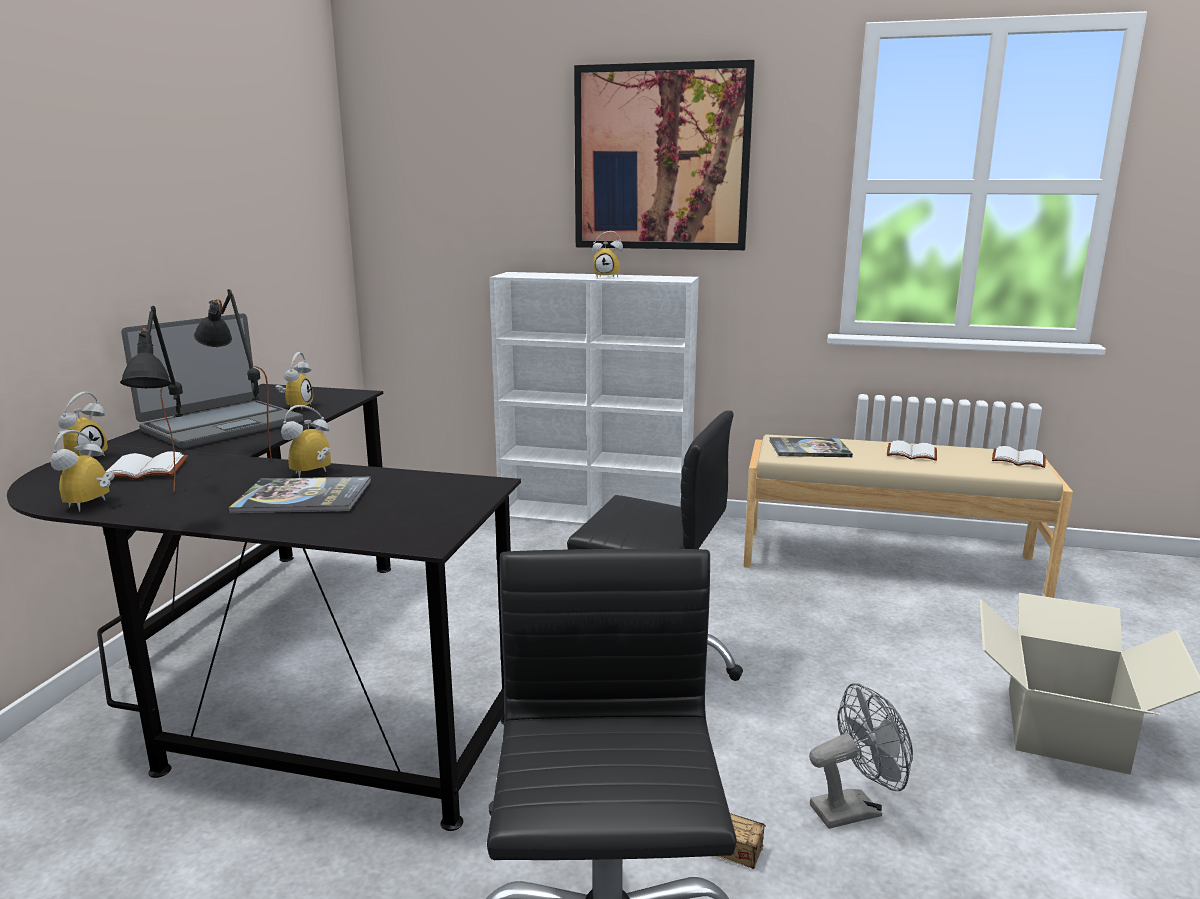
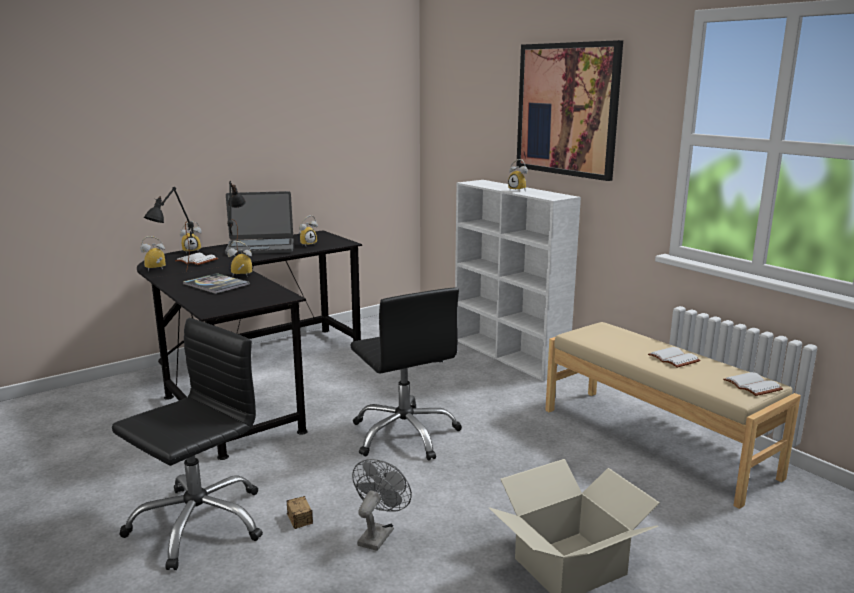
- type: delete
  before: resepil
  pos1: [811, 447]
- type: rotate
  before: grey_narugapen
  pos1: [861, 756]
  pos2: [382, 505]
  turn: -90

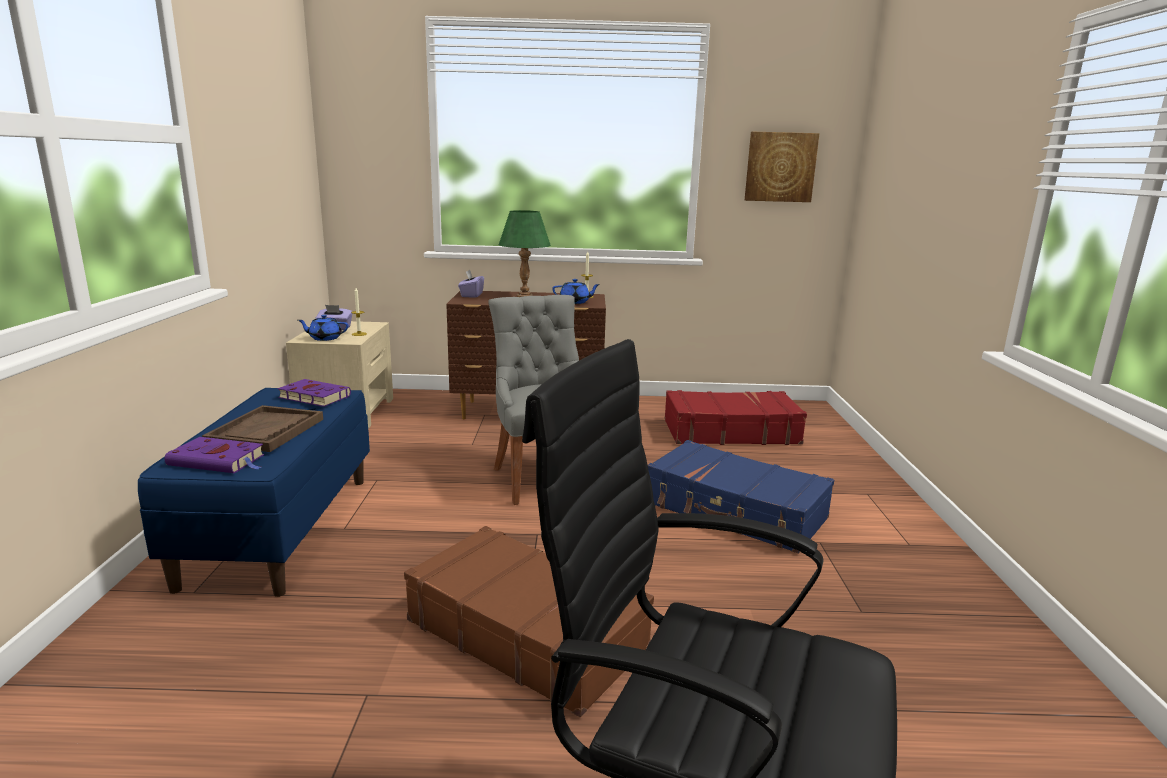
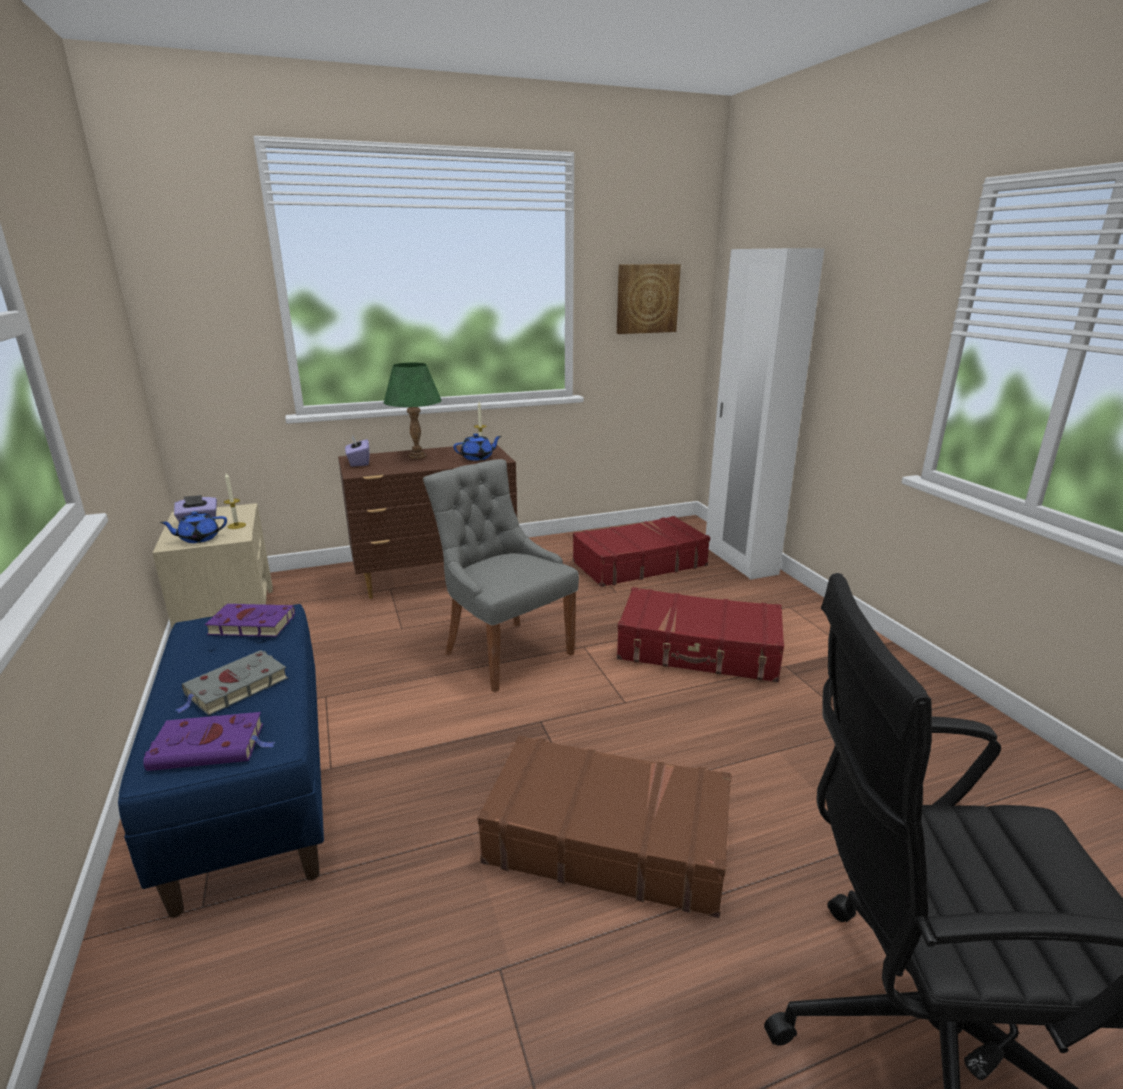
- type: insert
  after: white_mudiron
  pos2: [765, 414]
- type: replace
  before: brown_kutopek
  after: grey_resepil
  pos1: [262, 428]
  pos2: [232, 683]
- type: recolor
  before: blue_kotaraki
  after: red_kotaraki
  pos1: [741, 497]
  pos2: [700, 635]

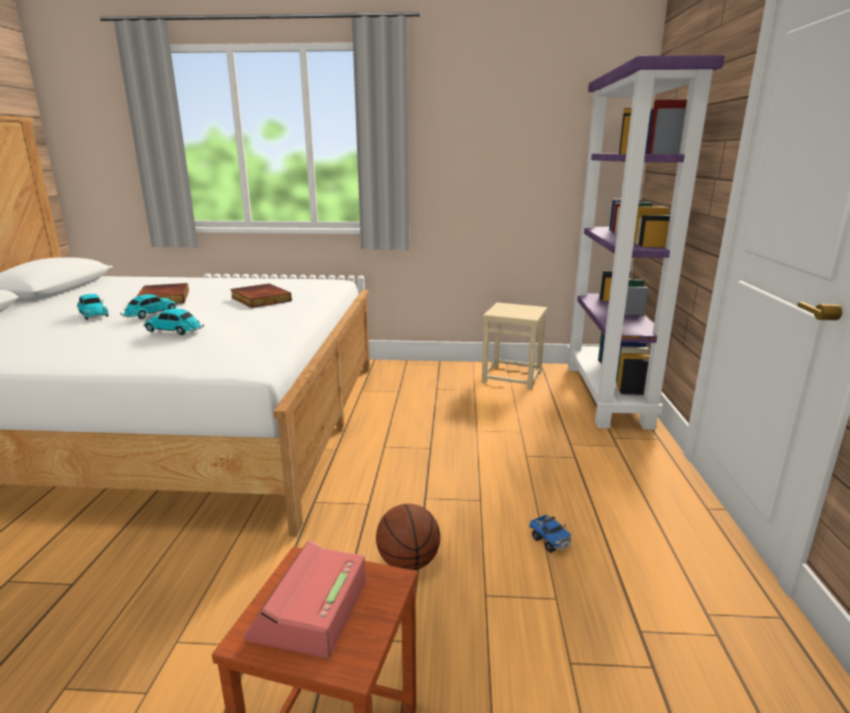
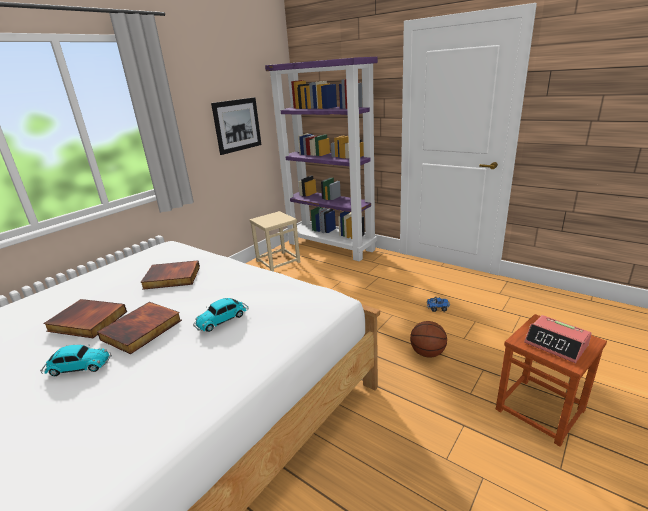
- type: insert
  after: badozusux
  pos2: [236, 126]
- type: replace
  before: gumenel
  after: resepil
  pos1: [149, 306]
  pos2: [139, 328]

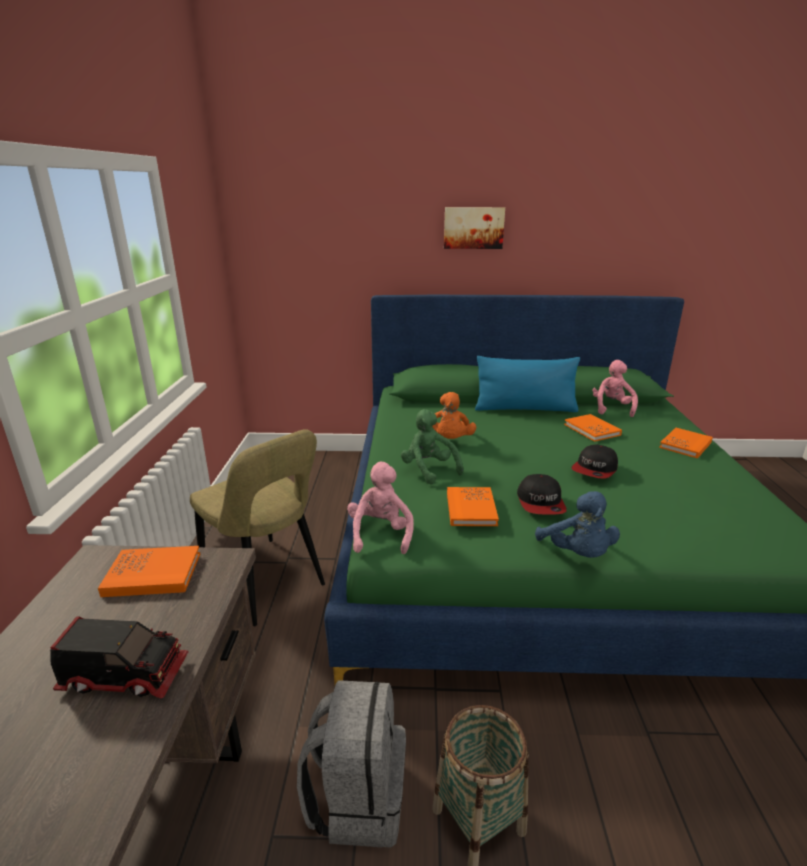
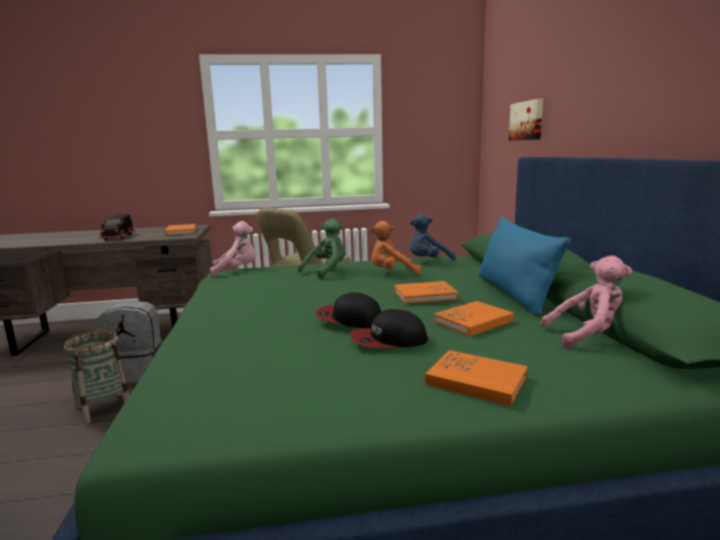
- type: move
  before: badozusux
  pos1: [474, 228]
  pos2: [526, 120]
- type: move
  before: orange_resepil
  pos1: [473, 506]
  pos2: [426, 292]
- type: move
  before: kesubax
  pos1: [542, 494]
  pos2: [389, 328]
- type: move
  before: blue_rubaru
  pos1: [577, 524]
  pos2: [433, 237]

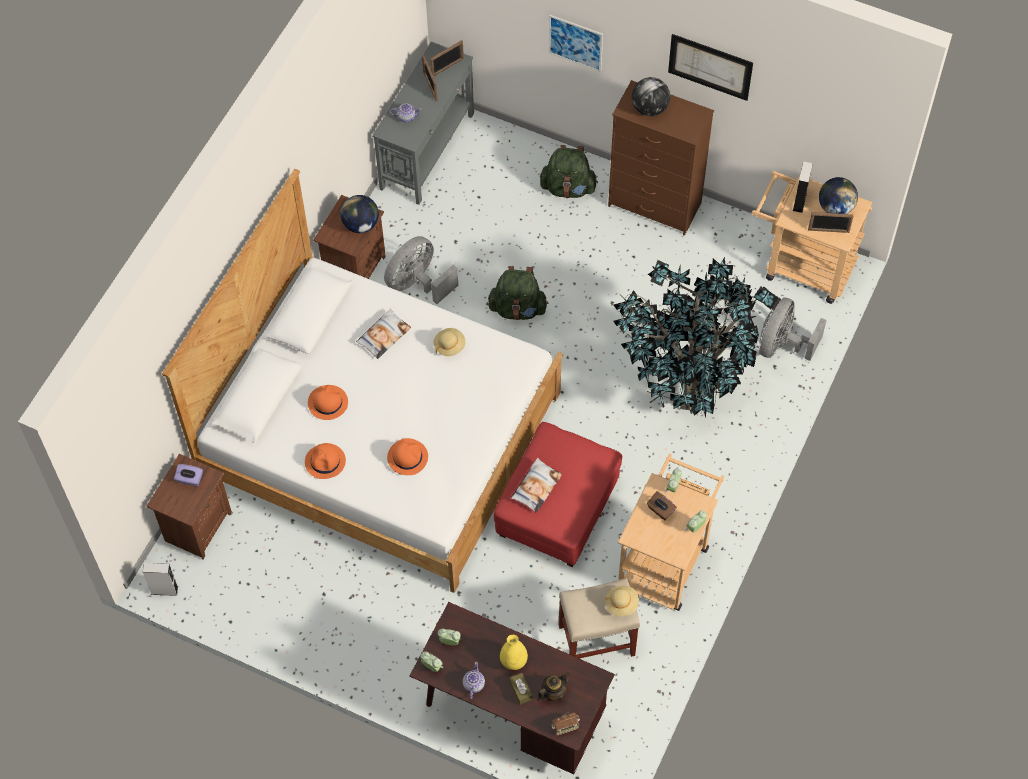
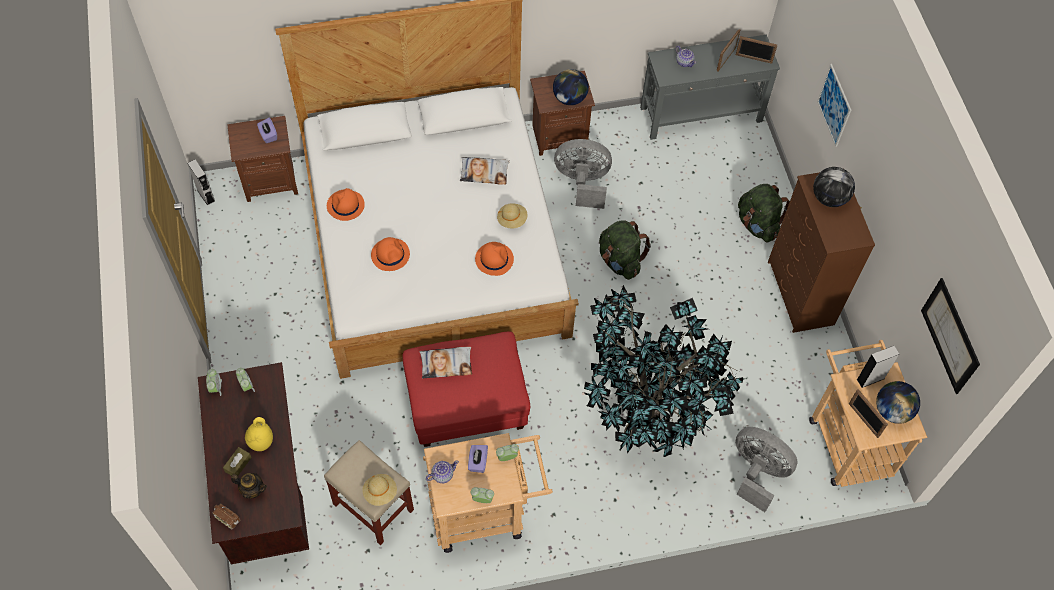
- type: move
  before: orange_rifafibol
  pos1: [328, 402]
  pos2: [494, 259]
- type: move
  before: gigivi
  pos1: [474, 680]
  pos2: [442, 471]
- type: move
  before: badozusux
  pos1: [710, 67]
  pos2: [950, 336]
- type: recolor
  before: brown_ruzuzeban
  after: purple_ruzuzeban
  pos1: [662, 505]
  pos2: [478, 459]
- type: rotate
  before: grey_narugapen
  pos1: [792, 329]
  pos2: [766, 469]
  turn: 45

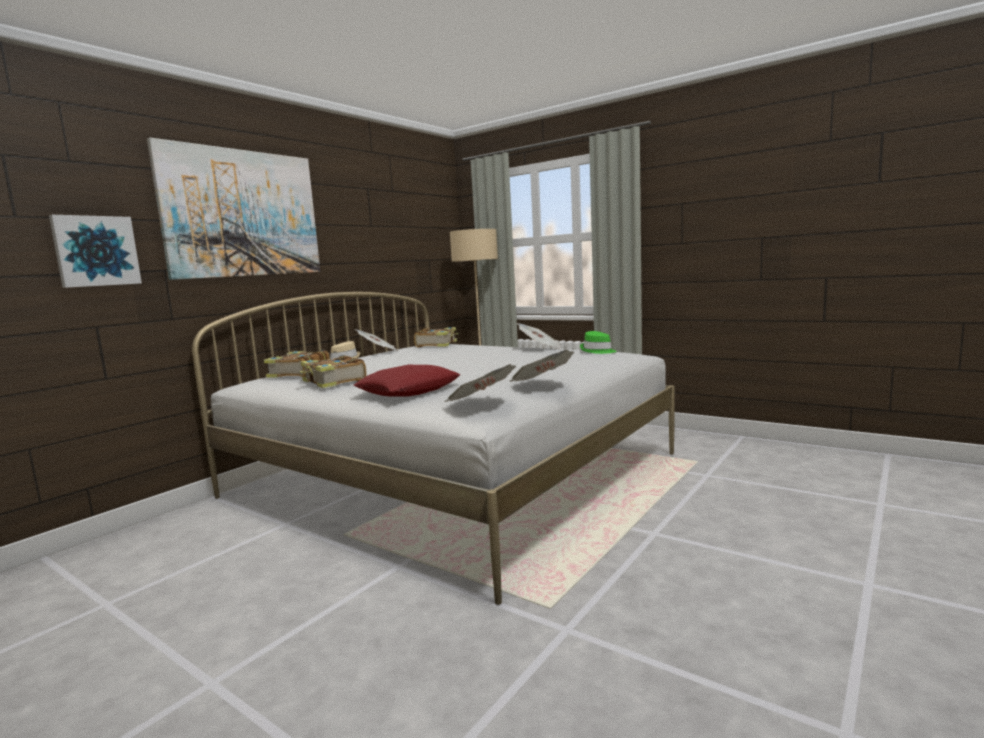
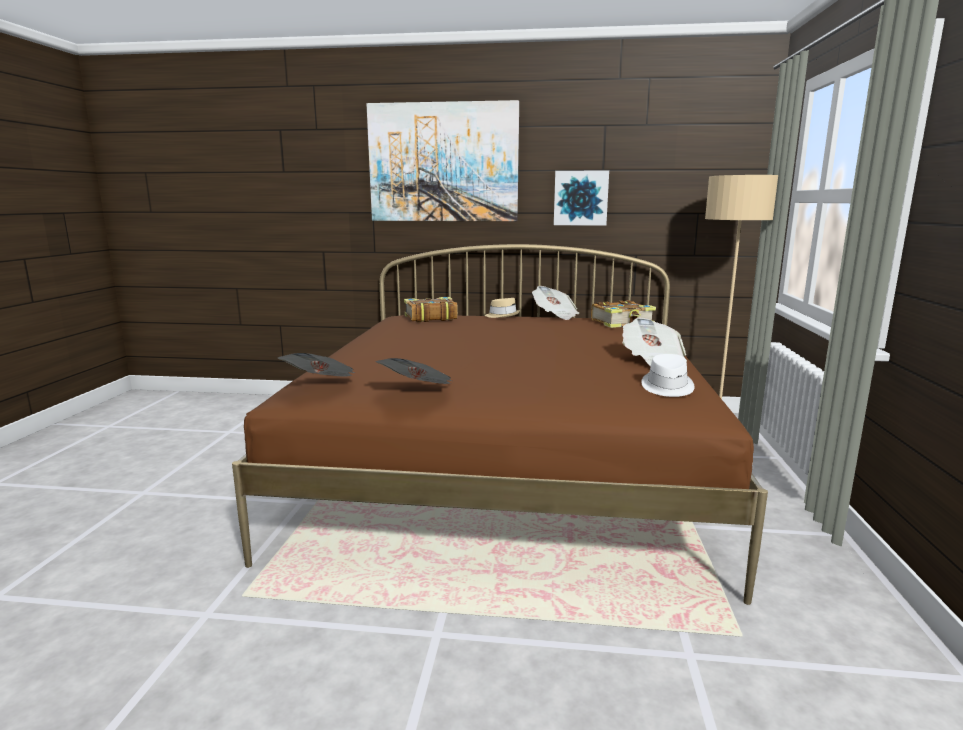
- type: delete
  before: resepil
  pos1: [333, 371]
- type: delete
  before: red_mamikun
  pos1: [406, 381]
- type: move
  before: badozusux
  pos1: [95, 251]
  pos2: [581, 198]
- type: recolor
  before: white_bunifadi
  after: brown_bunifadi
  pos1: [433, 448]
  pos2: [500, 424]
- type: recolor
  before: green_rifafibol
  after: white_rifafibol
  pos1: [598, 342]
  pos2: [667, 375]

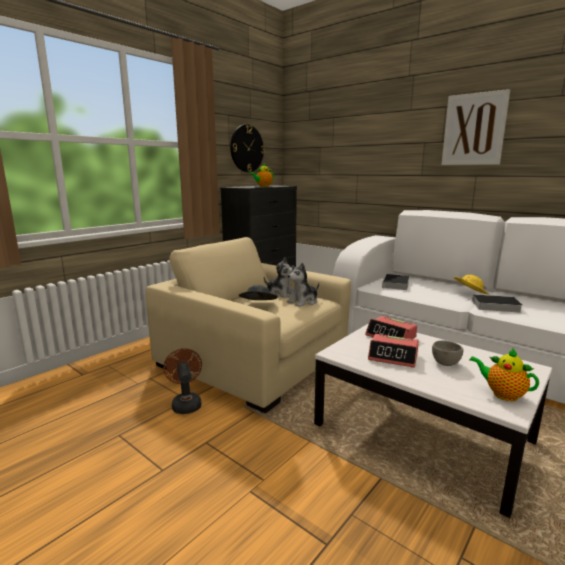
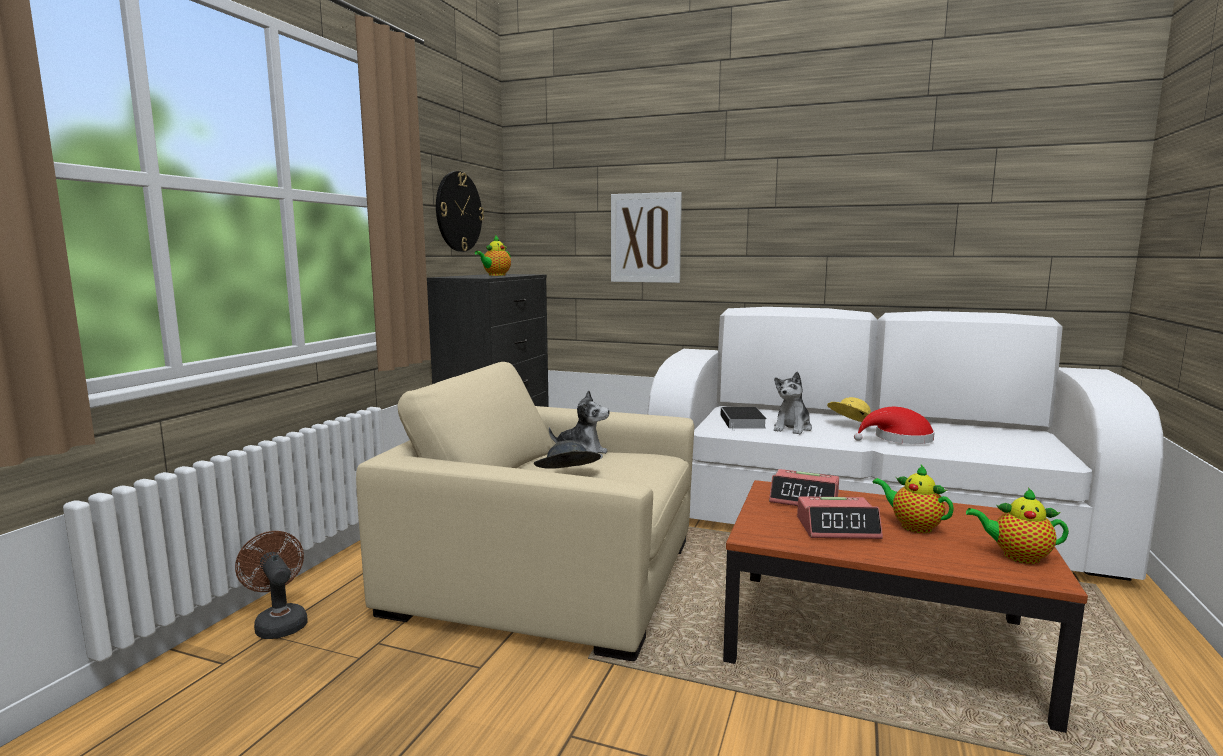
- type: move
  before: brown_narugapen
  pos1: [182, 381]
  pos2: [271, 585]
- type: move
  before: rubaru
  pos1: [303, 284]
  pos2: [793, 403]
- type: move
  before: badozusux
  pos1: [476, 127]
  pos2: [646, 237]
- type: replace
  before: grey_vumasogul
  after: gigivi
  pos1: [447, 353]
  pos2: [913, 499]
- type: replace
  before: resepil
  after: red_rifafibol
  pos1: [496, 303]
  pos2: [894, 425]
- type: recolor
  before: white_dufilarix
  after: brown_dufilarix
  pos1: [433, 420]
  pos2: [905, 606]

